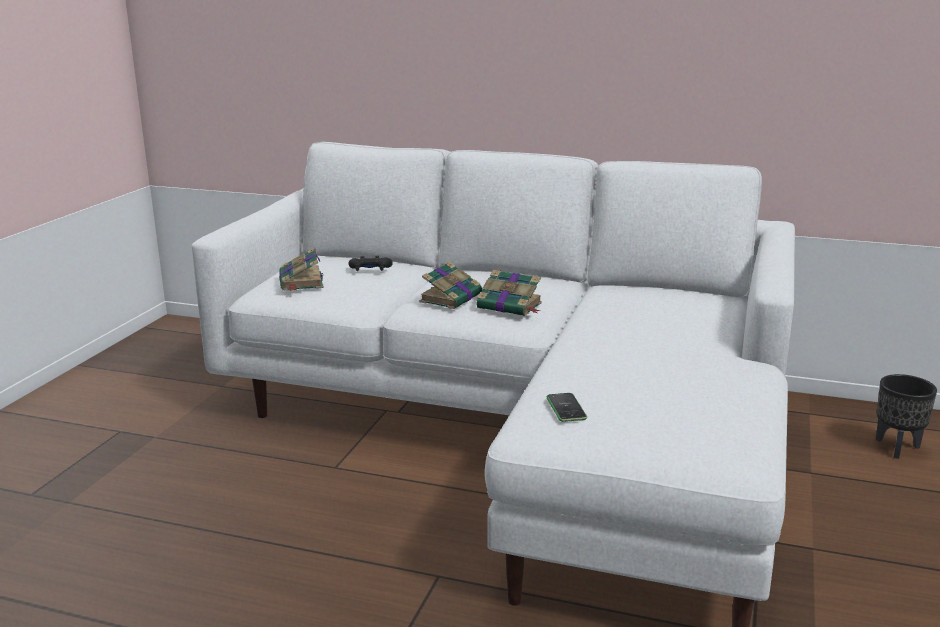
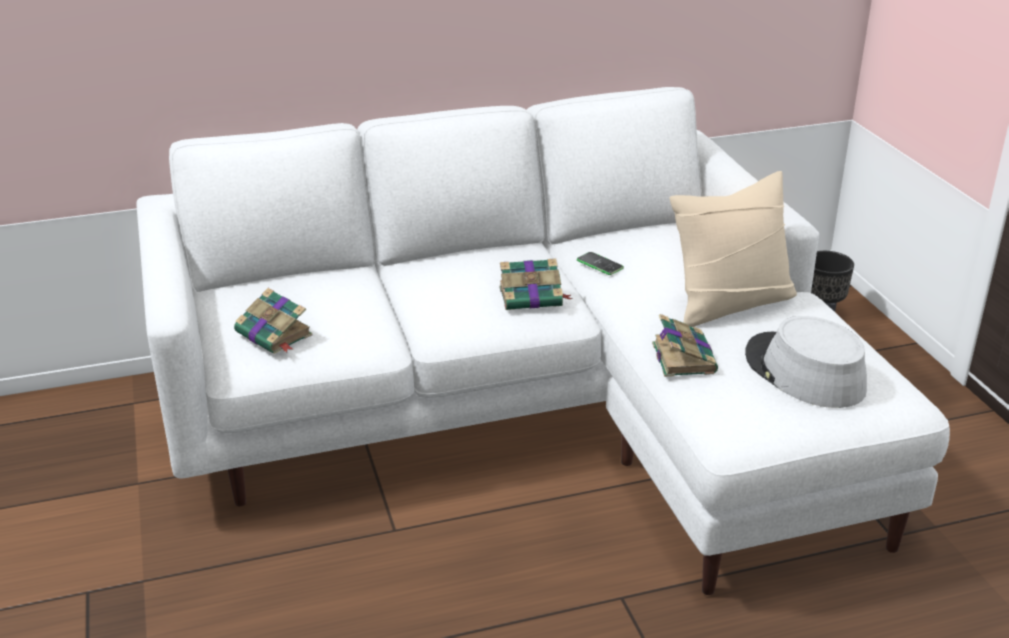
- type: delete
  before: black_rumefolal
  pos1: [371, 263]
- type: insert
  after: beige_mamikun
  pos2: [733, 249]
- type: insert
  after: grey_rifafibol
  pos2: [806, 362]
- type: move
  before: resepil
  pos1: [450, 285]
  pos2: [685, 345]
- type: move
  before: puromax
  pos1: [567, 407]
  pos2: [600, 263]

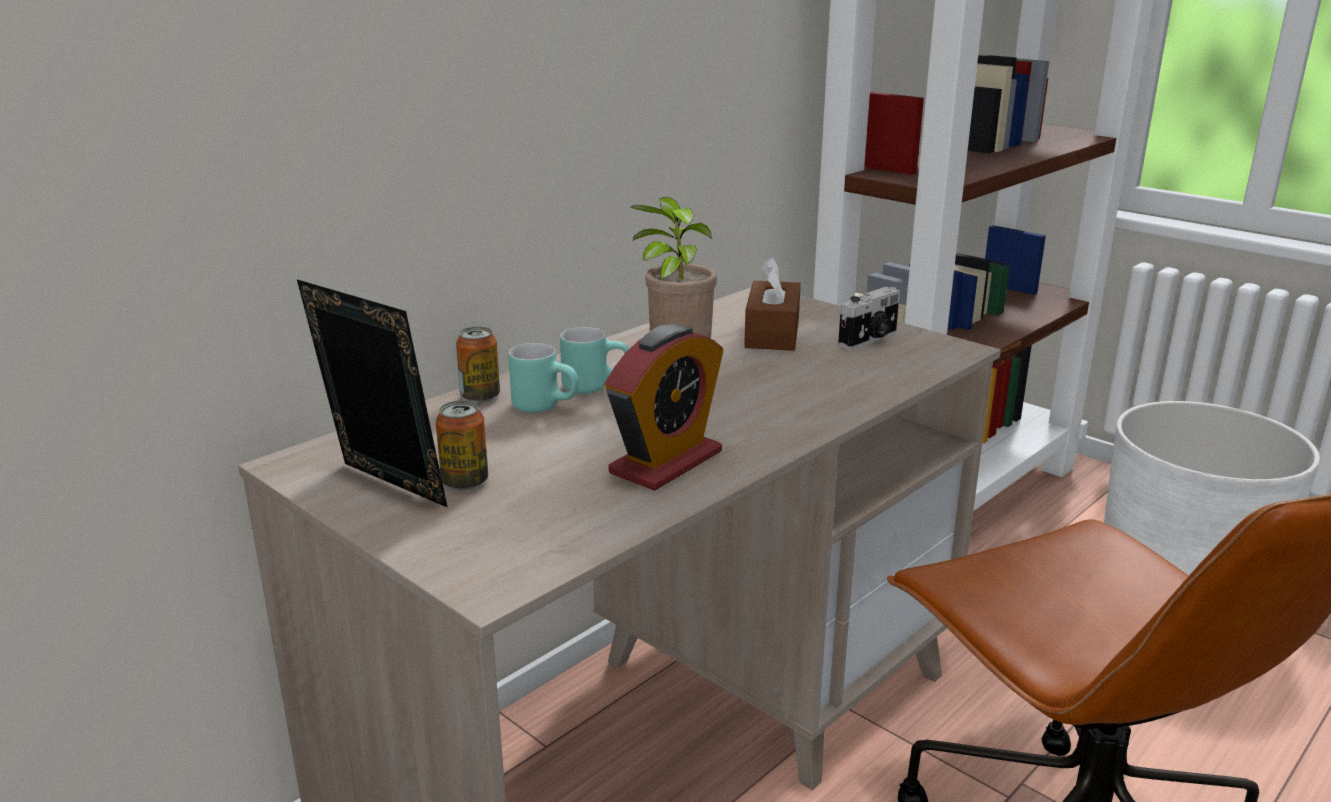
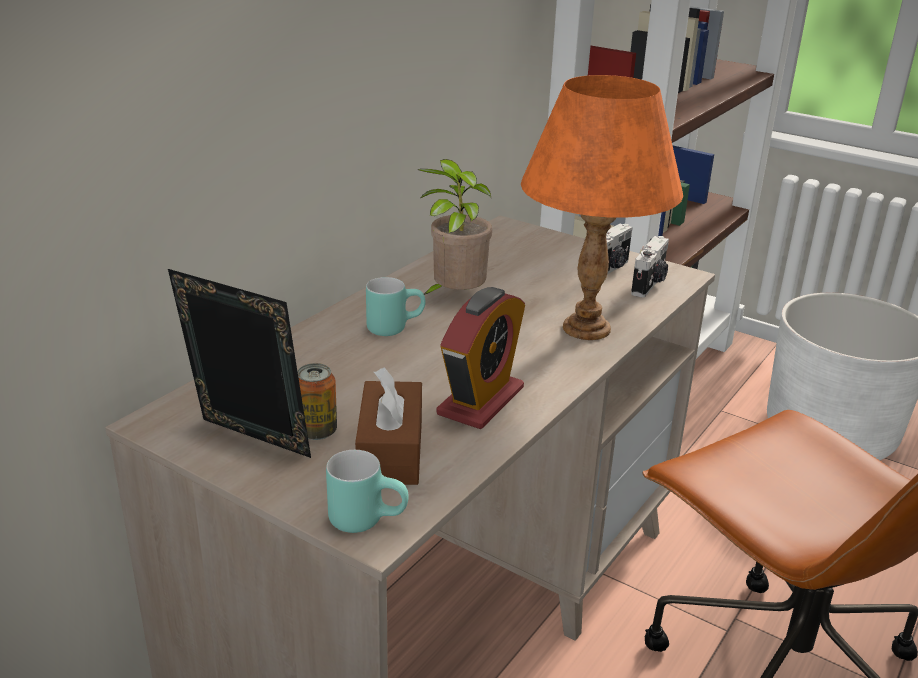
- type: delete
  before: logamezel
  pos1: [478, 364]
- type: insert
  after: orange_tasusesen
  pos2: [602, 207]
- type: insert
  after: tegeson
  pos2: [650, 267]
- type: move
  before: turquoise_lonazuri
  pos1: [543, 378]
  pos2: [367, 491]
- type: move
  before: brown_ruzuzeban
  pos1: [772, 304]
  pos2: [388, 426]

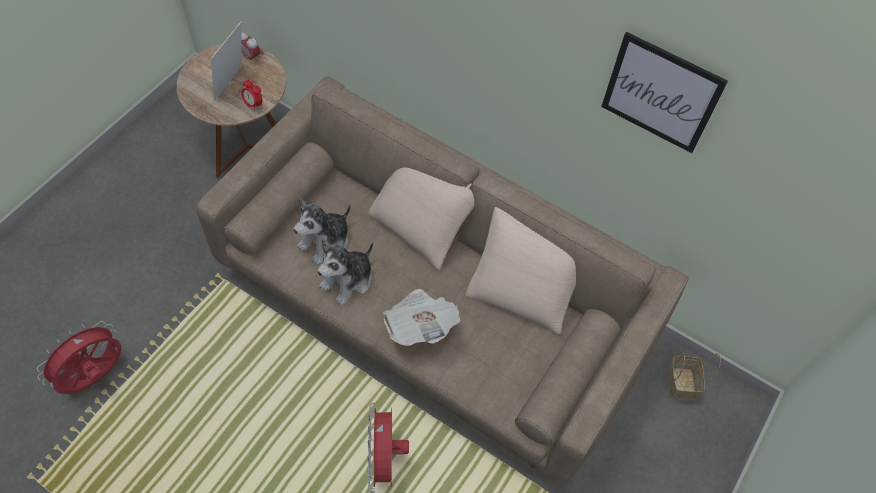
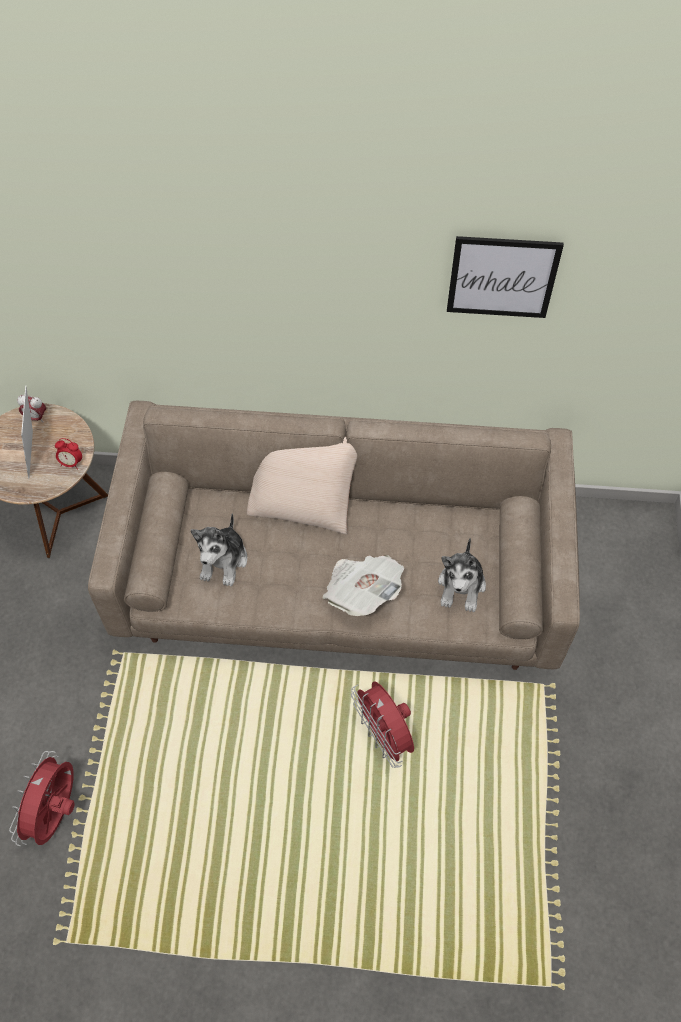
- type: delete
  before: beige_mamikun
  pos1: [520, 271]
- type: delete
  before: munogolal
  pos1: [694, 376]
- type: move
  before: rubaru
  pos1: [345, 272]
  pos2: [462, 575]

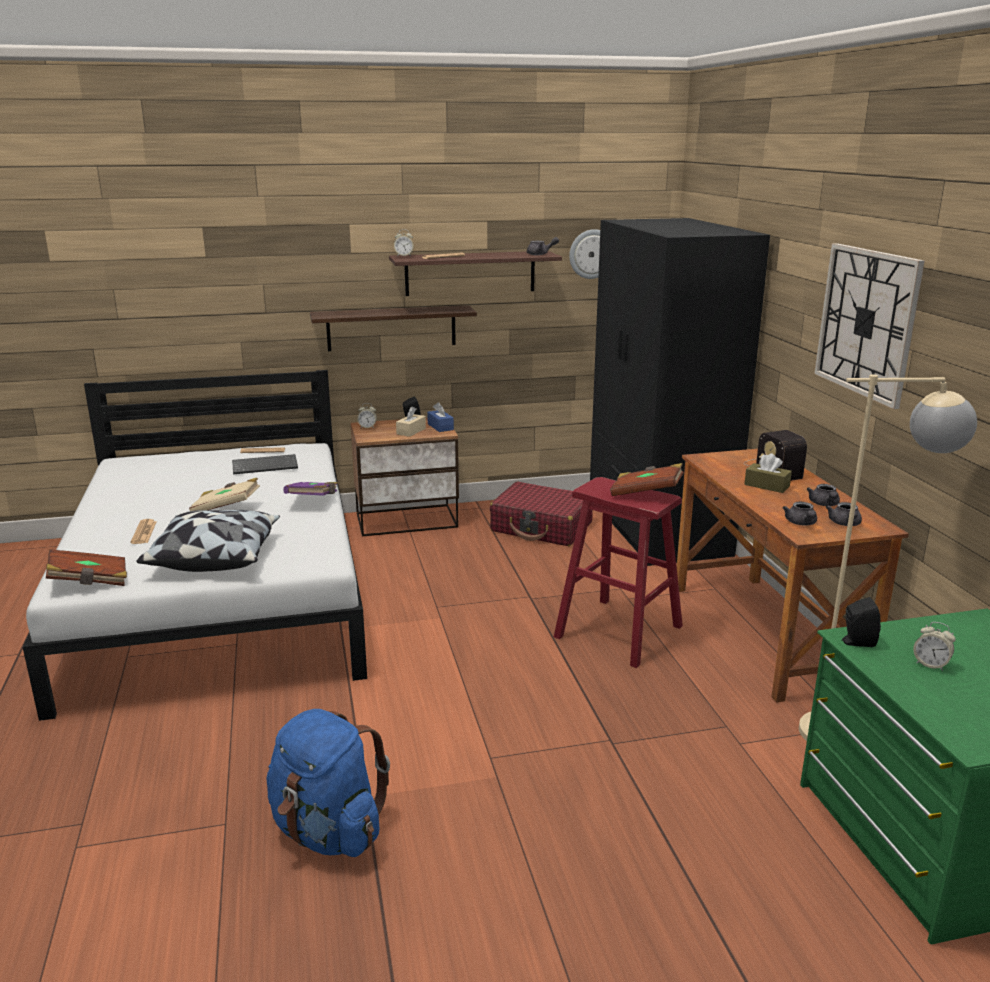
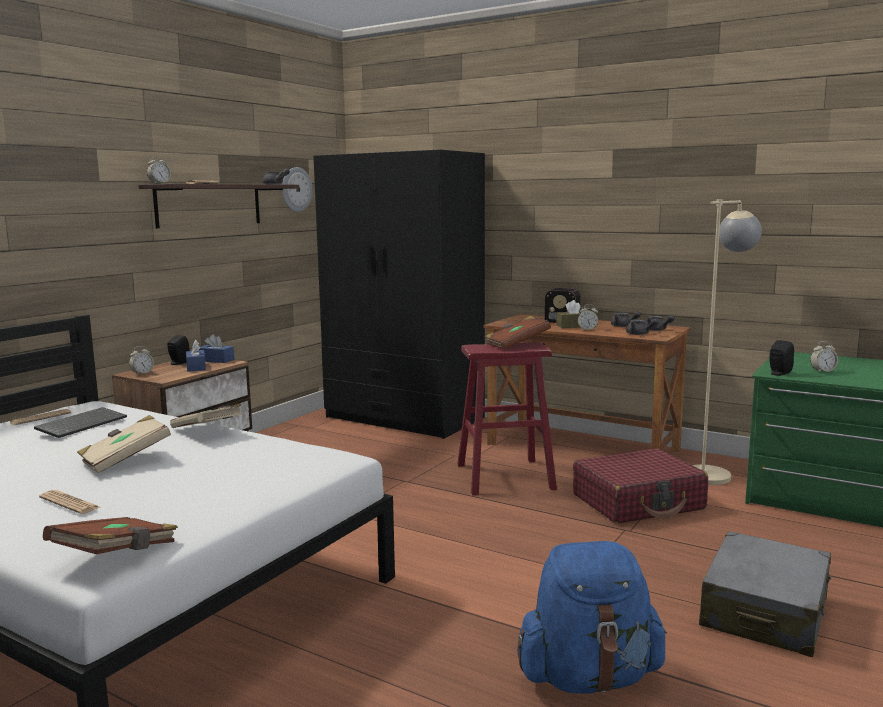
- type: delete
  before: mamikun
  pos1: [208, 541]
- type: delete
  before: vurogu
  pos1: [393, 328]
- type: delete
  before: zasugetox
  pos1: [869, 326]
- type: insert
  after: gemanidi
  pos2: [588, 317]
- type: insert
  after: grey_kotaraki
  pos2: [765, 594]
- type: move
  before: red_kotaraki
  pos1: [541, 513]
  pos2: [640, 486]
- type: recolor
  before: purple_resepil
  after: beige_resepil
  pos1: [310, 489]
  pos2: [206, 415]
- type: recolor
  before: beige_ruzuzeban
  after: blue_ruzuzeban
  pos1: [411, 421]
  pos2: [196, 356]

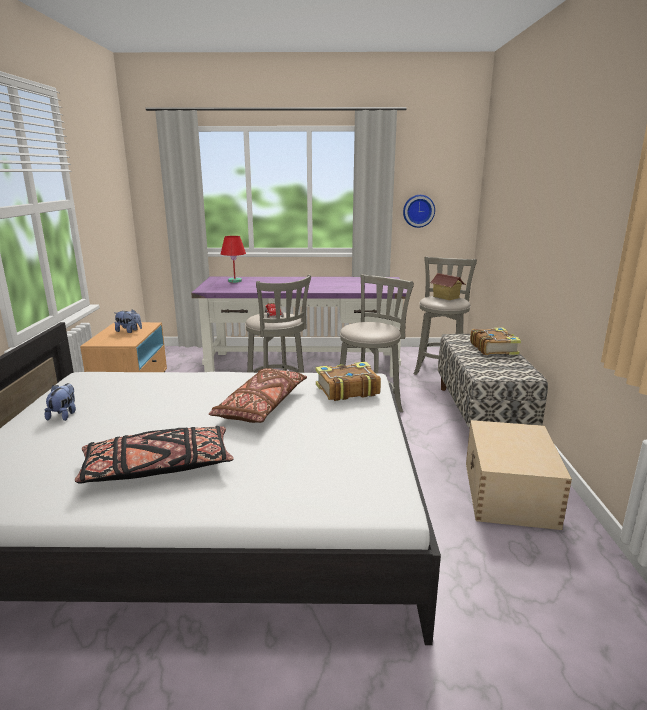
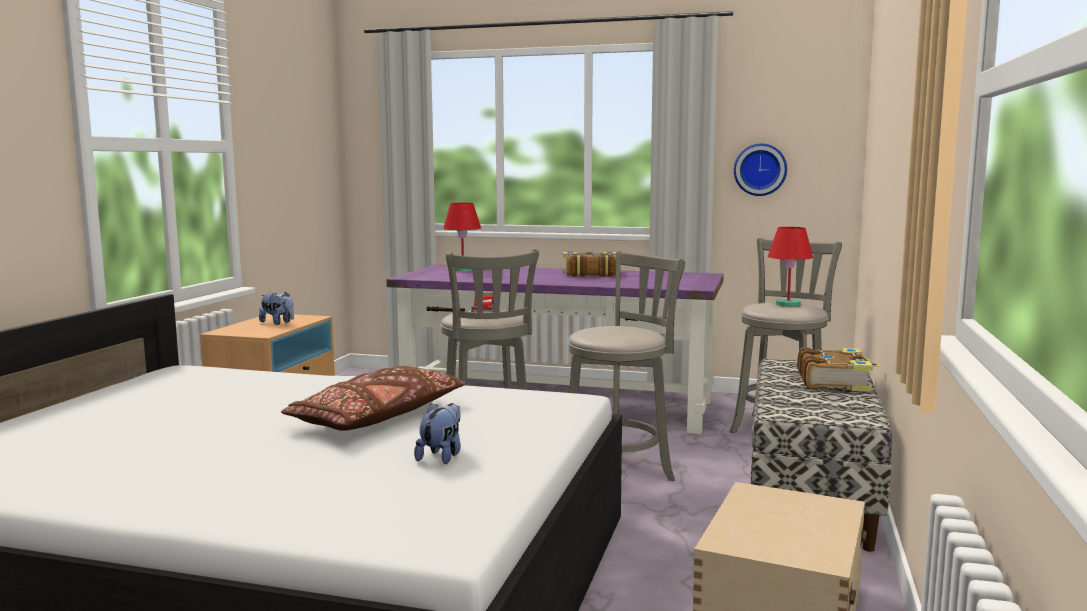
- type: delete
  before: black_mamikun
  pos1: [154, 455]
- type: move
  before: rubaru
  pos1: [60, 402]
  pos2: [437, 433]
- type: move
  before: resepil
  pos1: [348, 381]
  pos2: [589, 264]
- type: replace
  before: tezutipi
  after: red_tasusesen
  pos1: [447, 286]
  pos2: [790, 267]

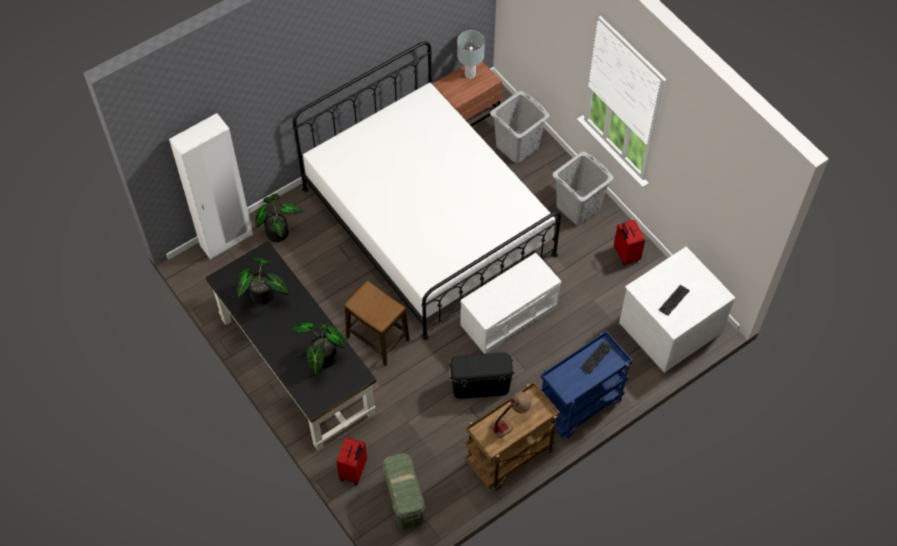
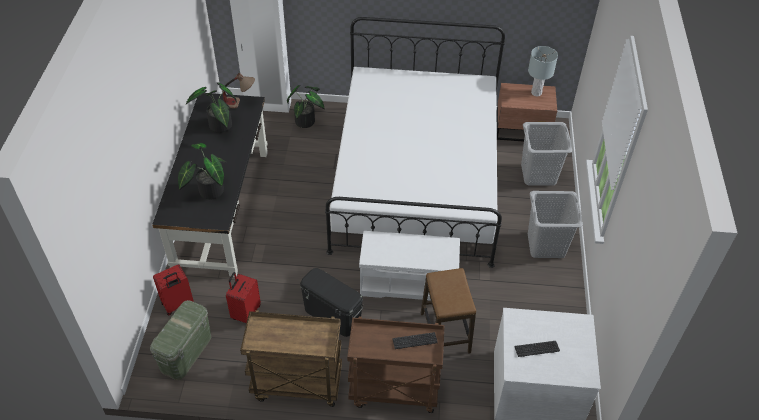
- type: move
  before: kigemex
  pos1: [377, 323]
  pos2: [448, 311]
- type: move
  before: tasusesen
  pos1: [510, 415]
  pos2: [238, 91]
- type: move
  before: red_kotaraki
  pos1: [629, 242]
  pos2: [243, 297]
- type: recolor
  before: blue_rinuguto
  after: brown_rinuguto
  pos1: [587, 384]
  pos2: [396, 365]

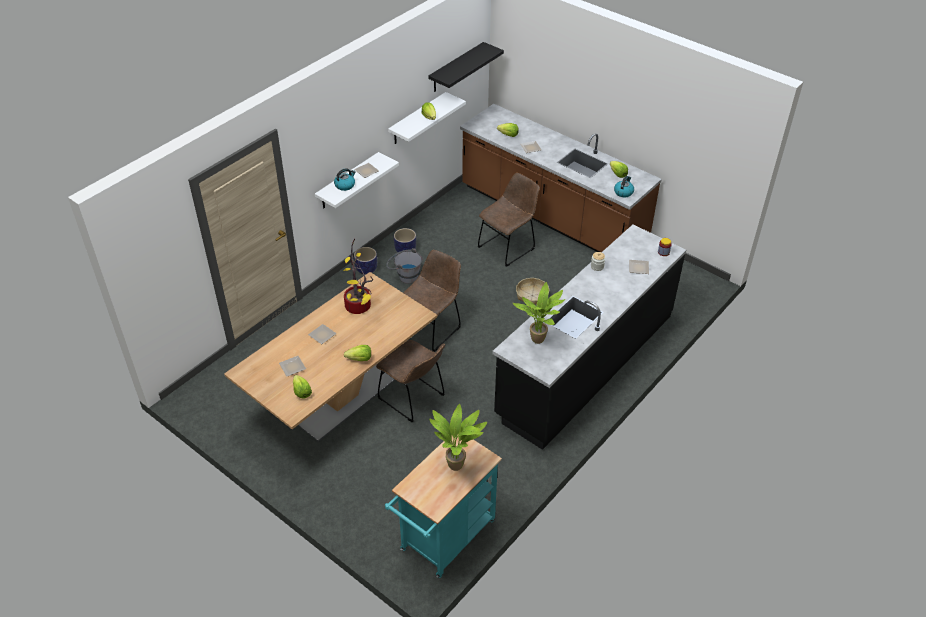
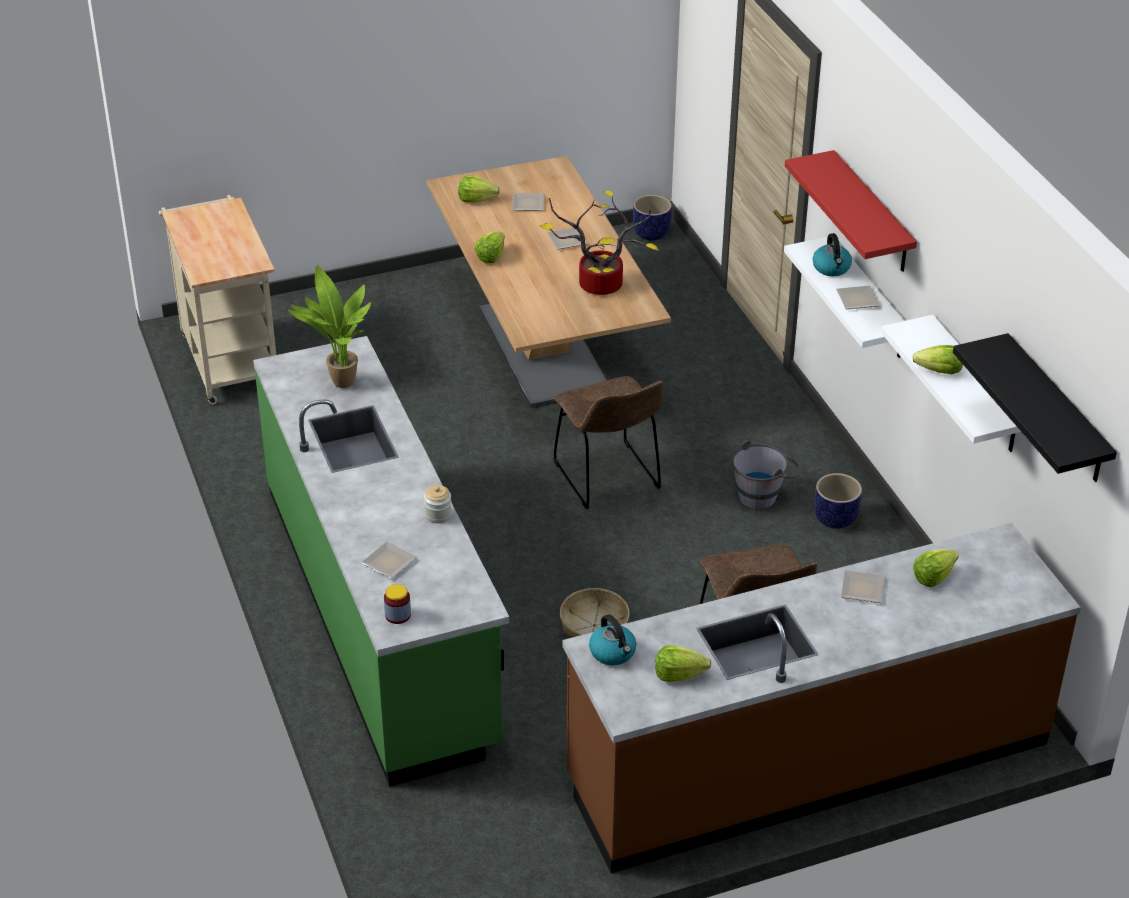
- type: delete
  before: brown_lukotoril
  pos1: [410, 381]
- type: delete
  before: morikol
  pos1: [458, 437]
- type: insert
  after: red_vurogu
  pos2: [851, 211]
- type: move
  before: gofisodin
  pos1: [365, 260]
  pos2: [652, 218]
- type: recolor
  before: turquoise_rinuguto
  after: beige_rinuguto
  pos1: [443, 507]
  pos2: [217, 300]
- type: recolor
  before: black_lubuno
  after: green_lubuno
  pos1: [589, 337]
  pos2: [381, 561]

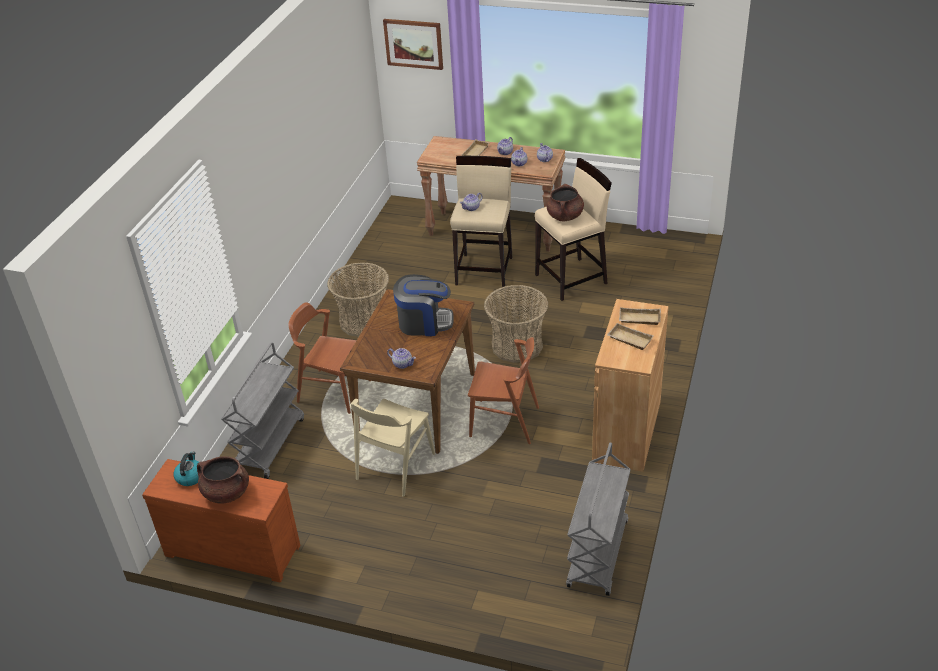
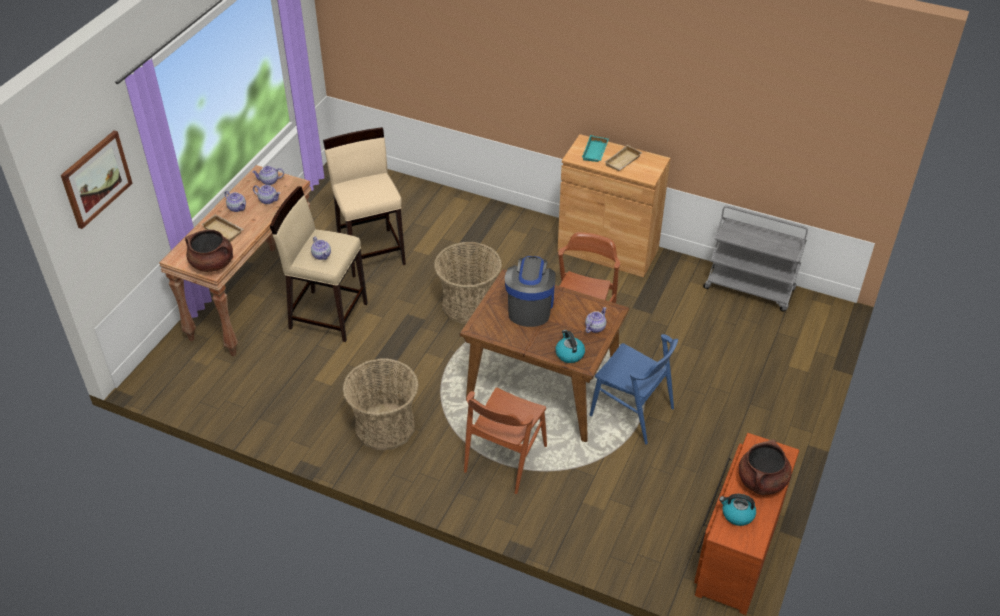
- type: delete
  before: grey_rinuguto
  pos1: [262, 410]
- type: insert
  after: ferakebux
  pos2: [570, 346]
- type: move
  before: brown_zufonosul
  pos1: [565, 202]
  pos2: [209, 251]
- type: recolor
  before: beige_lukotoril
  after: blue_lukotoril
  pos1: [392, 448]
  pos2: [634, 389]
- type: recolor
  before: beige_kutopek
  after: turquoise_kutopek
  pos1: [640, 316]
  pos2: [595, 148]

